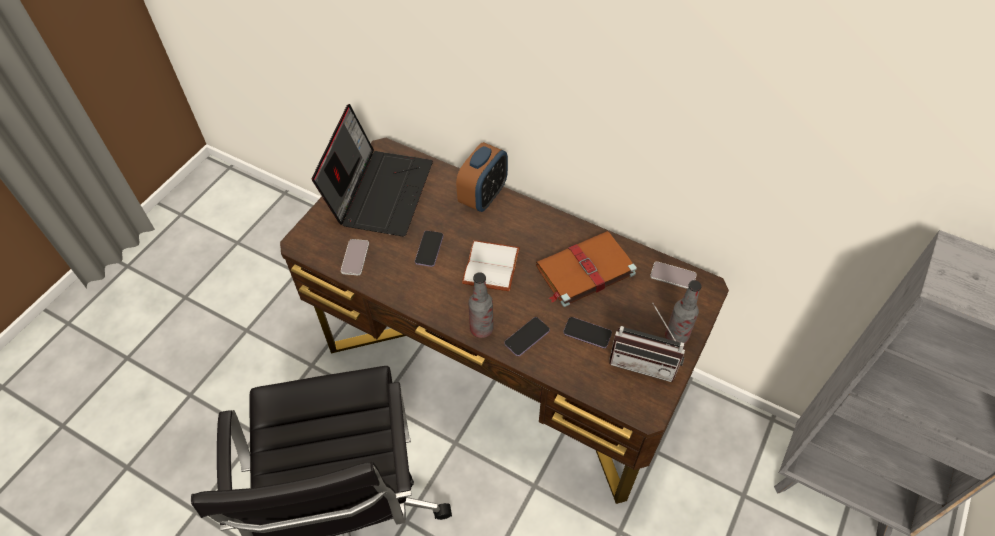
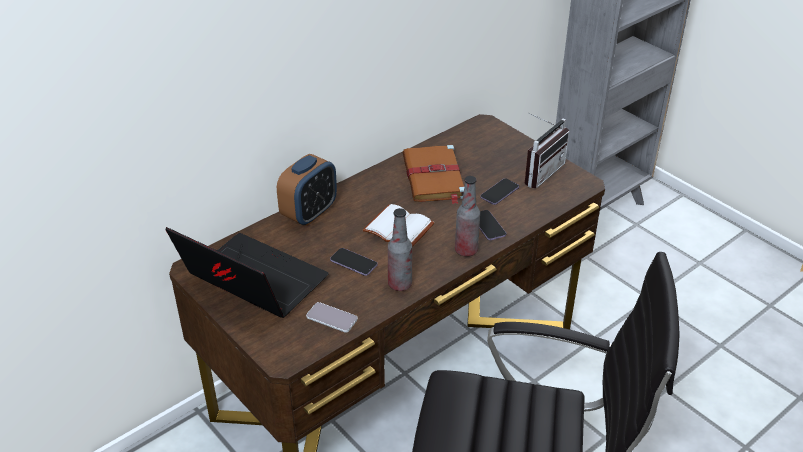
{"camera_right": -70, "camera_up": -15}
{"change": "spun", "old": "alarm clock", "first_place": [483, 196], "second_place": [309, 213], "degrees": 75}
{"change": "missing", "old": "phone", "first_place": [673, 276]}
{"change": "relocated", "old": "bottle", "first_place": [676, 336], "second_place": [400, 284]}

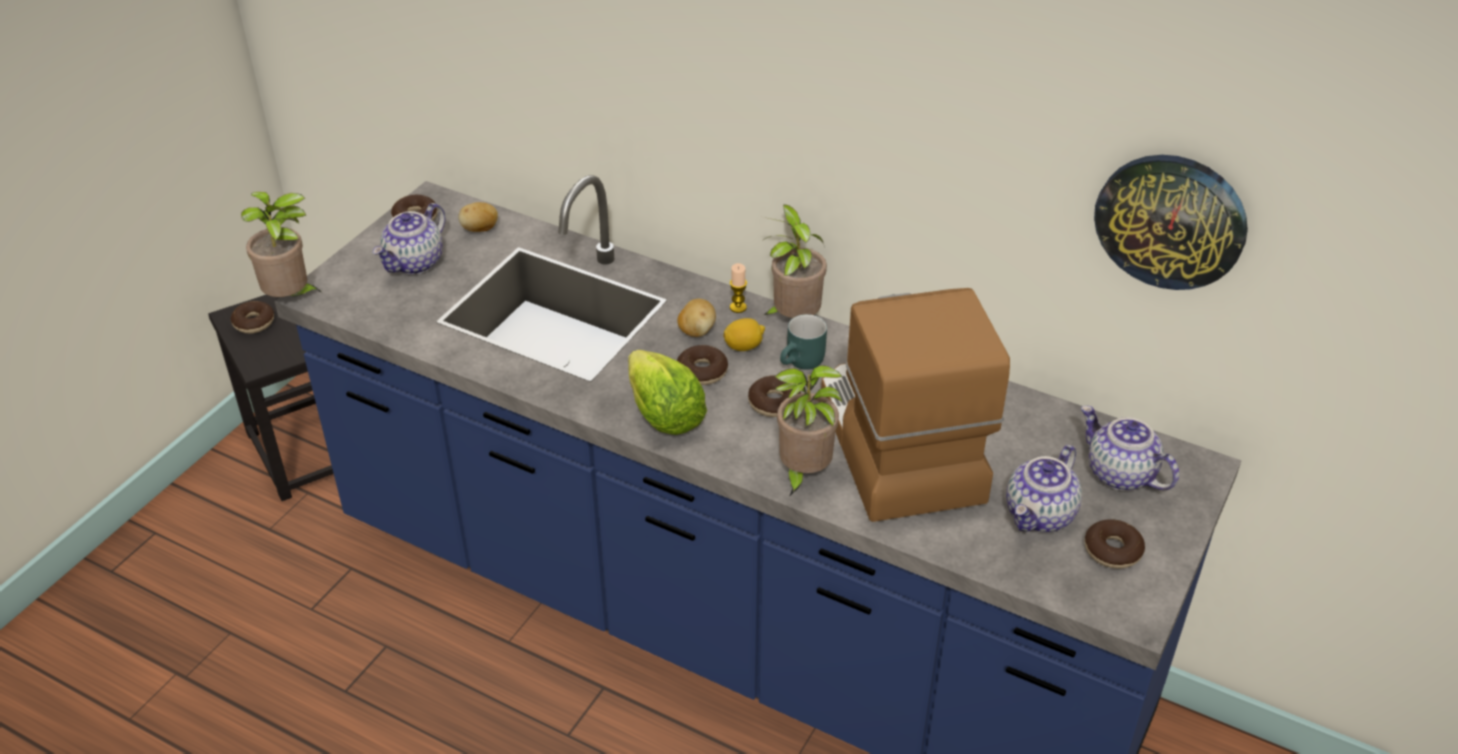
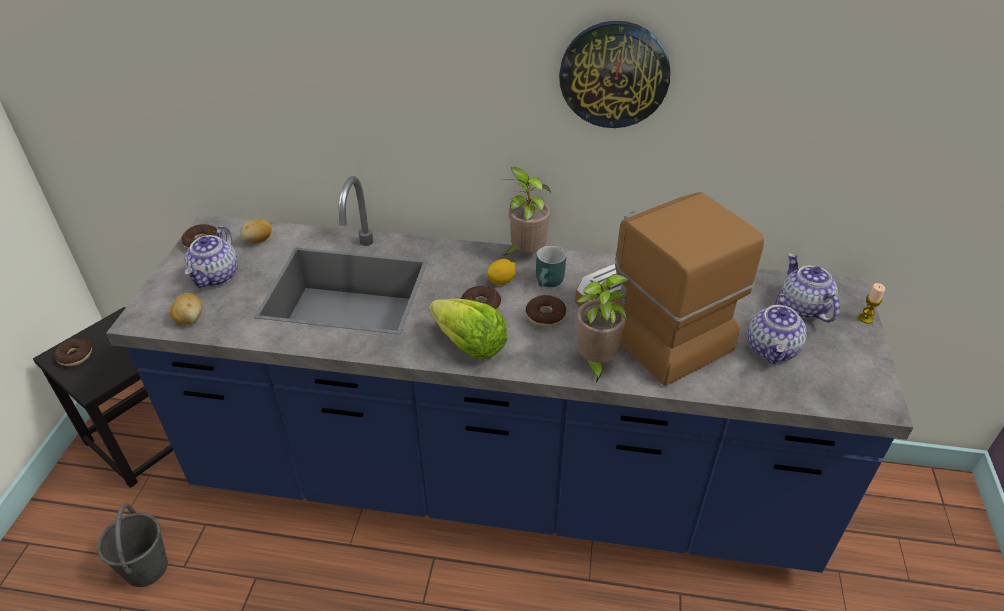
{"camera_right": -20, "camera_up": 0}
{"change": "relocated", "old": "hanging clock", "first_place": [1170, 220], "second_place": [614, 74]}
{"change": "missing", "old": "potted plant", "first_place": [291, 298]}
{"change": "relocated", "old": "candle", "first_place": [738, 307], "second_place": [865, 318]}
{"change": "relocated", "old": "potato", "first_place": [696, 331], "second_place": [190, 319]}
{"change": "spun", "old": "pot for tea", "first_place": [1119, 474], "second_place": [802, 307], "degrees": 45}
{"change": "missing", "old": "doughnut", "first_place": [1112, 551]}
{"change": "appeared", "new": "greyish pail", "second_place": [146, 567]}

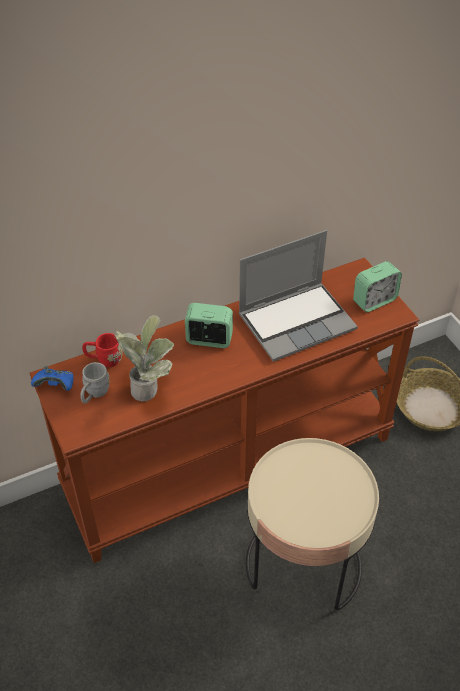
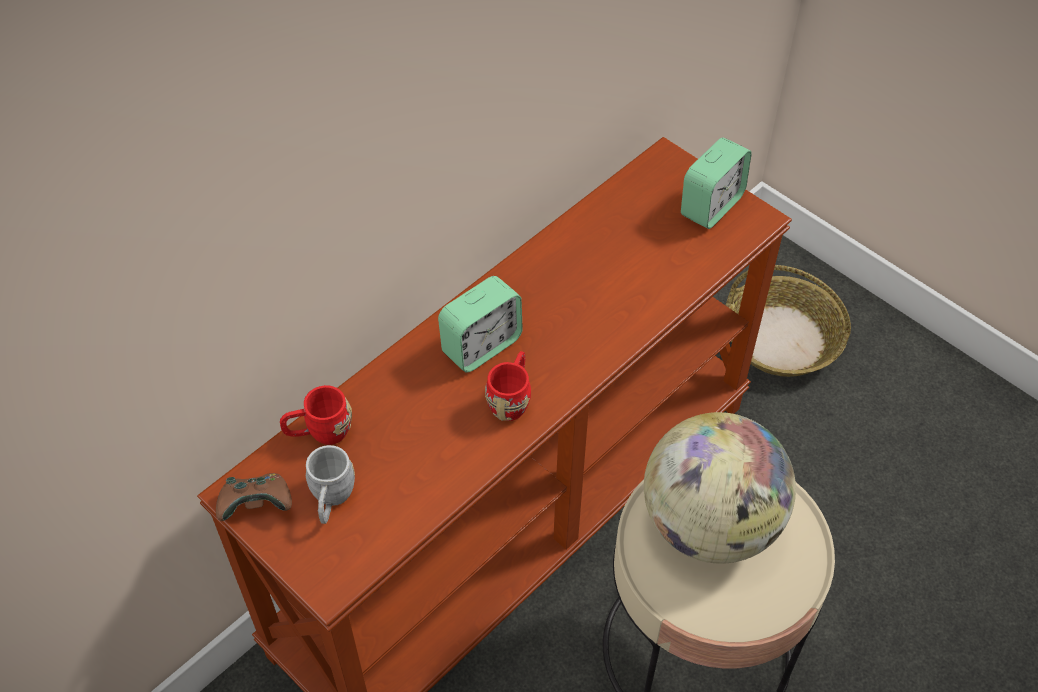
{"camera_right": -20, "camera_up": 5}
{"change": "missing", "old": "laptop", "first_place": [297, 321]}
{"change": "spun", "old": "alarm clock", "first_place": [209, 339], "second_place": [481, 346], "degrees": 150}
{"change": "missing", "old": "potted plant", "first_place": [149, 387]}
{"change": "colour", "old": "blue-coloured joypad", "new": "brown-coloured joypad", "first_place": [56, 386], "second_place": [257, 505]}
{"change": "appeared", "new": "red mug", "second_place": [512, 399]}
{"change": "appeared", "new": "world globe", "second_place": [710, 524]}

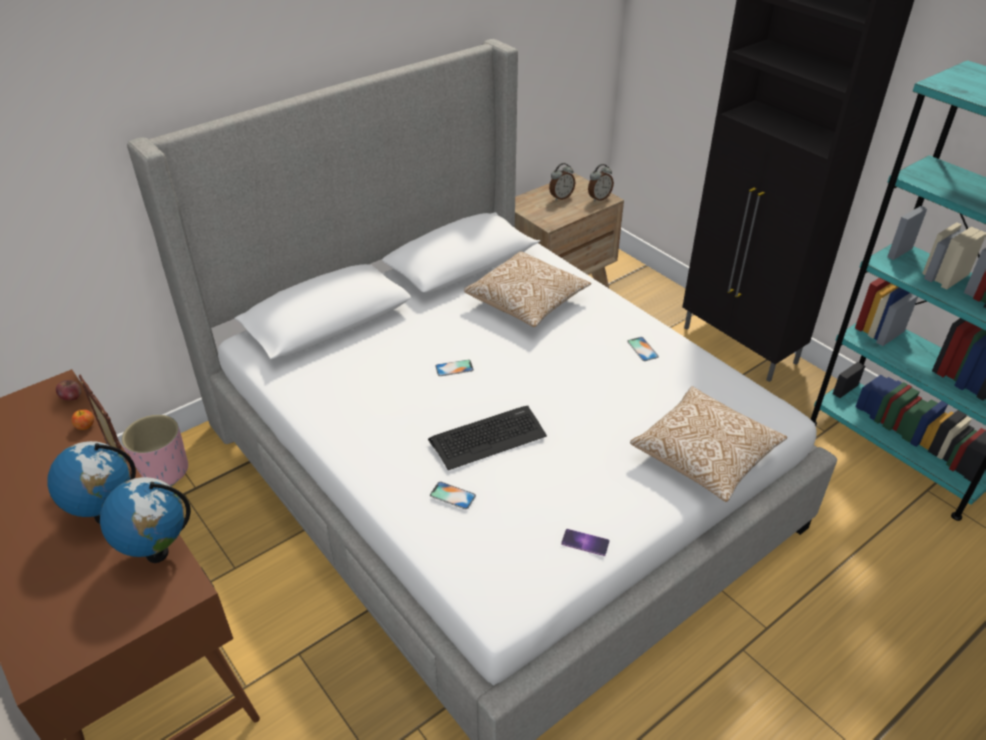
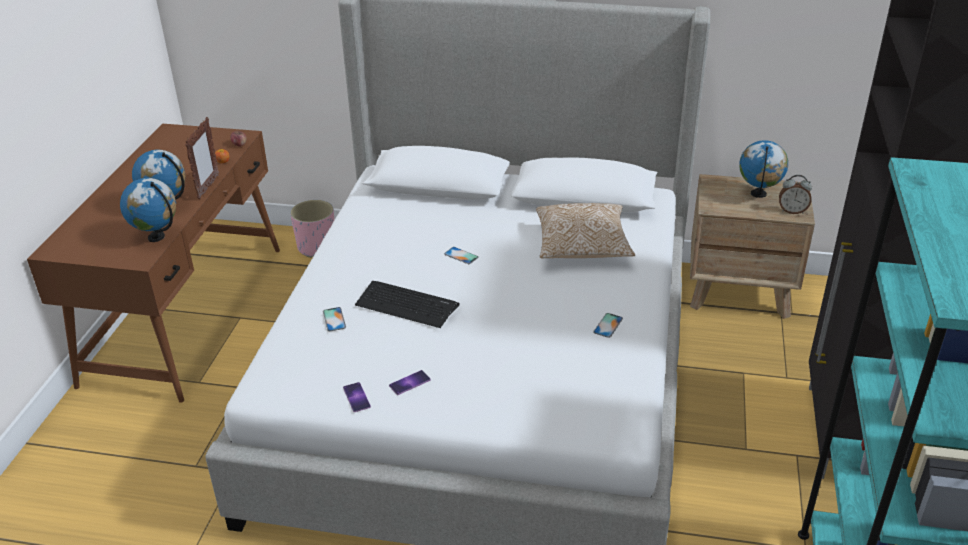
{"camera_right": 50, "camera_up": -5}
{"change": "exchanged", "old": "alarm clock", "new": "world globe", "first_place": [561, 197], "second_place": [758, 194]}
{"change": "missing", "old": "cushion", "first_place": [704, 457]}
{"change": "appeared", "new": "phone", "second_place": [409, 382]}

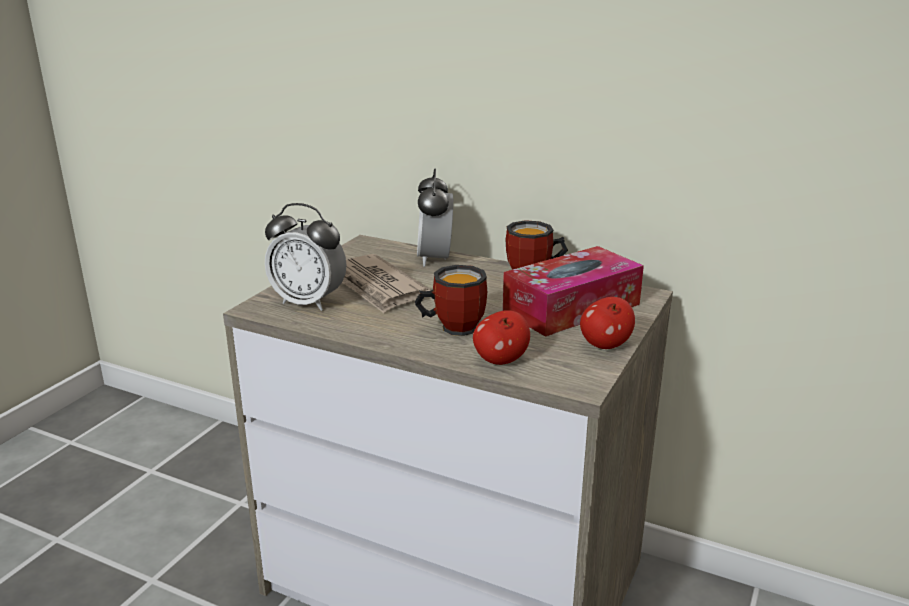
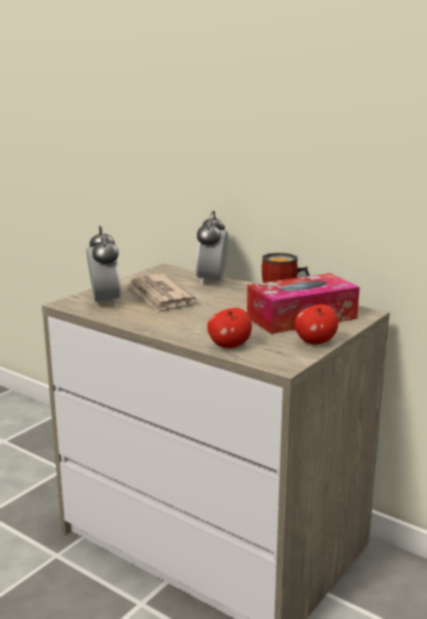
{"camera_right": 10, "camera_up": -5}
{"change": "spun", "old": "alarm clock", "first_place": [308, 302], "second_place": [105, 302], "degrees": -135}
{"change": "missing", "old": "mug", "first_place": [452, 327]}

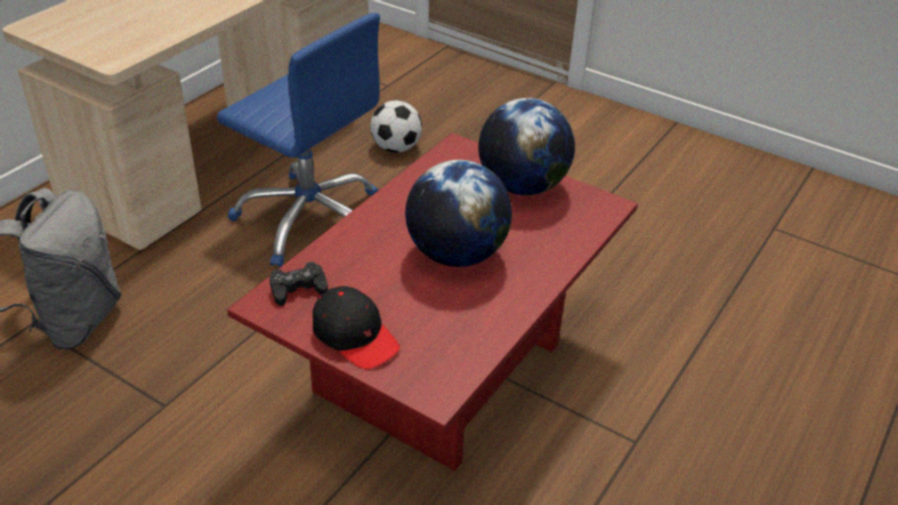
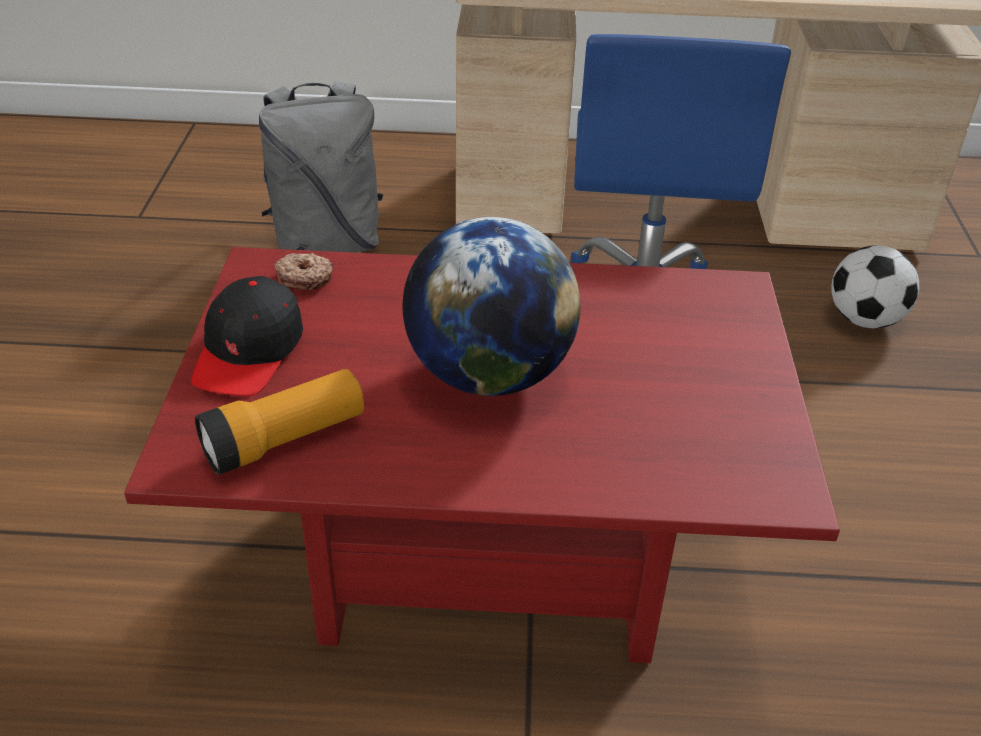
{"camera_right": 60, "camera_up": 0}
{"change": "missing", "old": "world globe", "first_place": [522, 186]}
{"change": "exchanged", "old": "black-coloured joypad", "new": "doughnut", "first_place": [298, 289], "second_place": [305, 278]}
{"change": "appeared", "new": "hand torch", "second_place": [285, 440]}

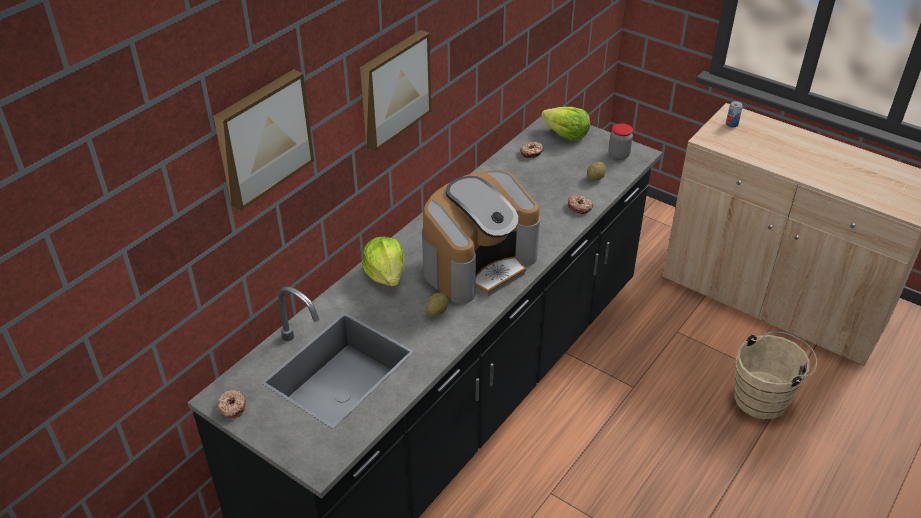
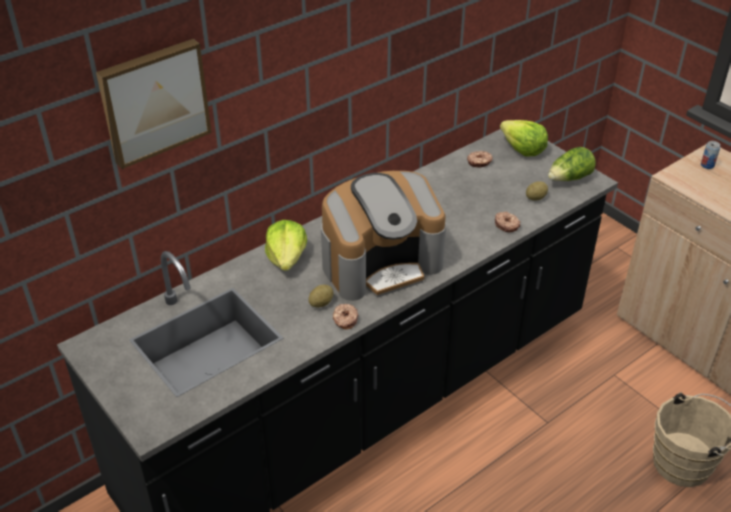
{"camera_right": 15, "camera_up": 0}
{"change": "missing", "old": "picture", "first_place": [393, 89]}
{"change": "exchanged", "old": "storage jar", "new": "head of lettuce", "first_place": [618, 155], "second_place": [569, 178]}
{"change": "relocated", "old": "doughnut", "first_place": [232, 407], "second_place": [345, 319]}

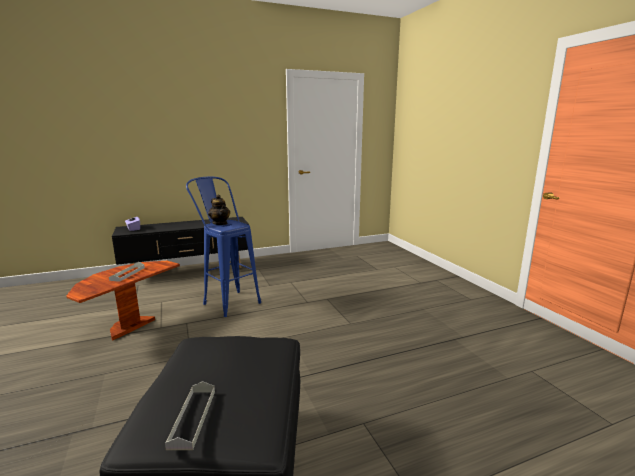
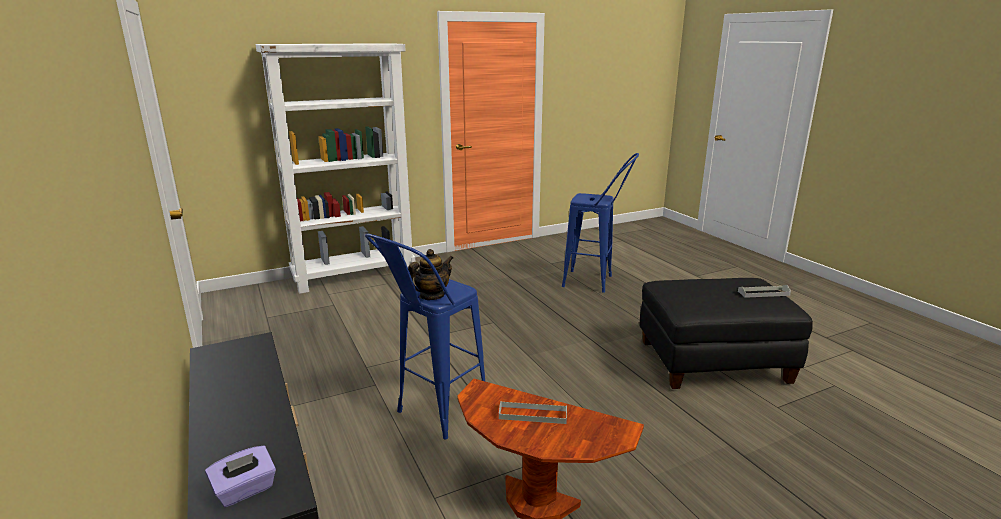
{"camera_right": -95, "camera_up": 5}
{"change": "appeared", "new": "white bookcase", "second_place": [355, 276]}
{"change": "appeared", "new": "blue-coloured sitting stool", "second_place": [596, 282]}

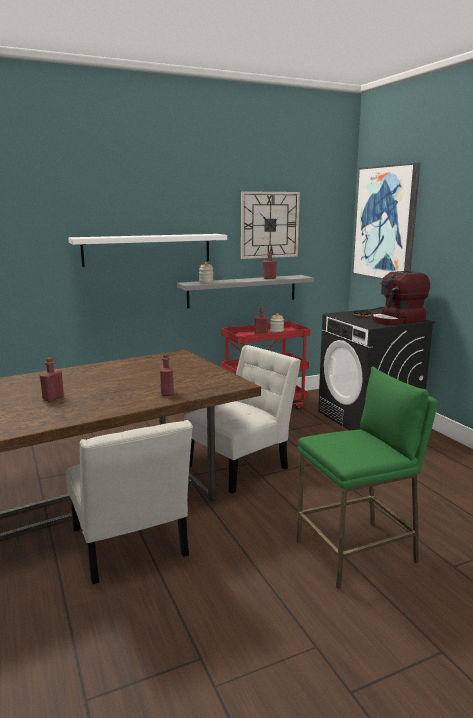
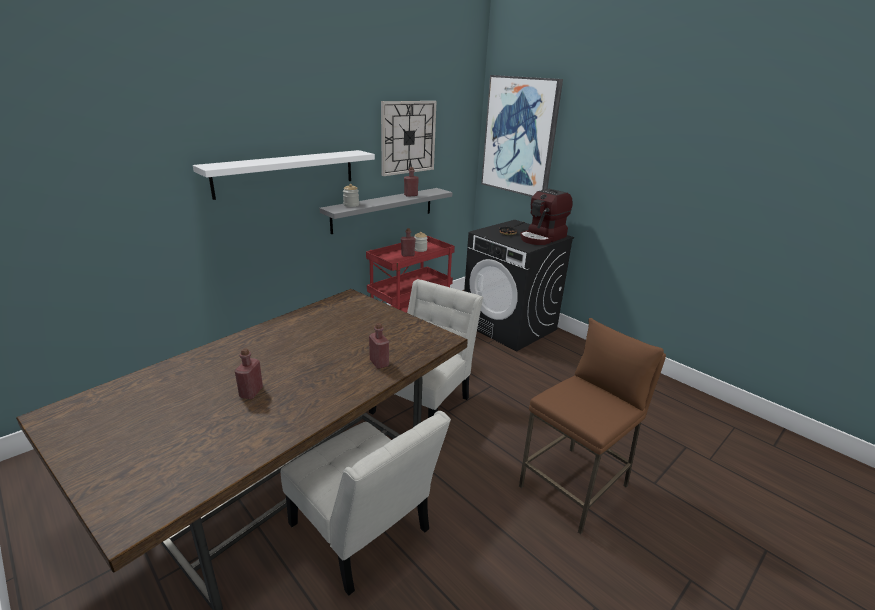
{"camera_right": -20, "camera_up": 10}
{"change": "colour", "old": "greenish sitting stool", "new": "brown-coloured sitting stool", "first_place": [357, 552], "second_place": [574, 486]}

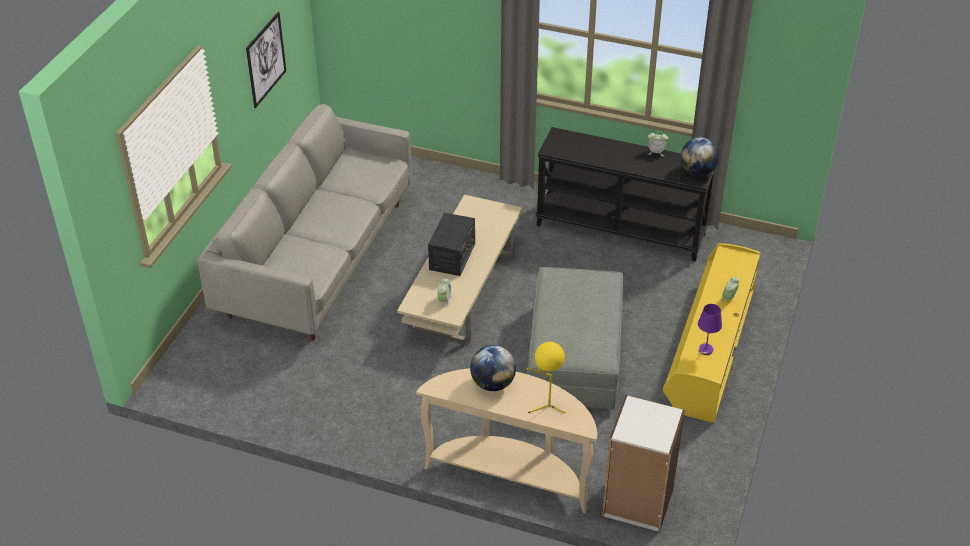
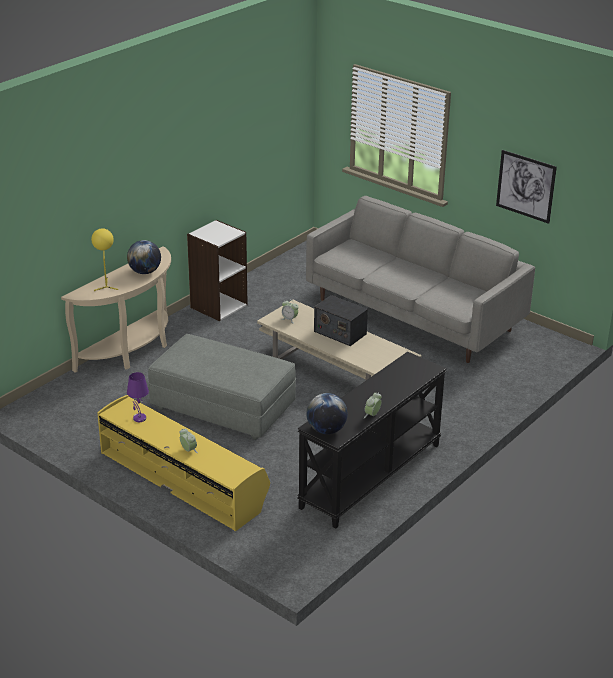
{"camera_right": 110, "camera_up": -10}
{"change": "relocated", "old": "white bookcase", "first_place": [637, 503], "second_place": [218, 306]}

